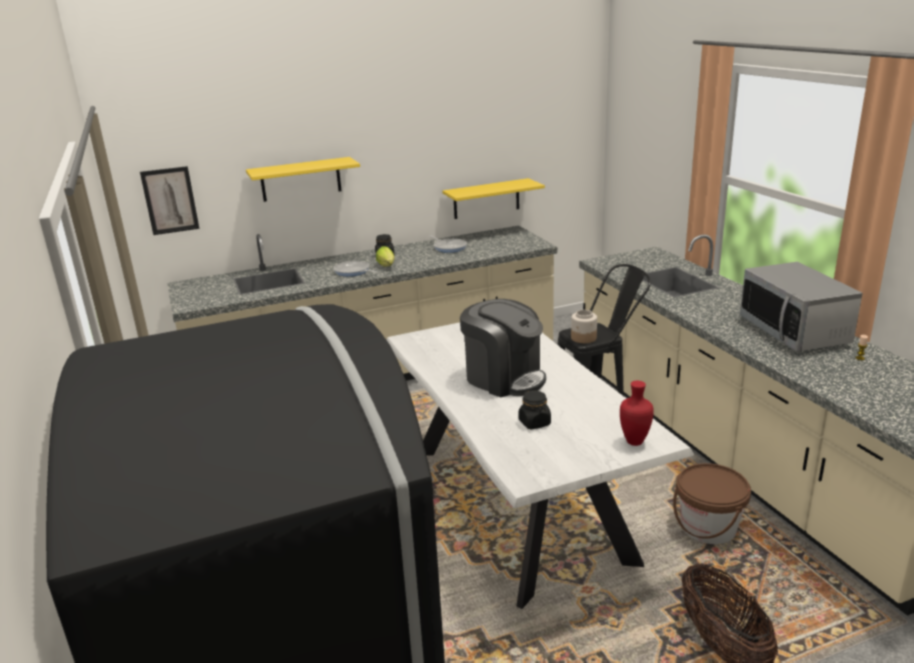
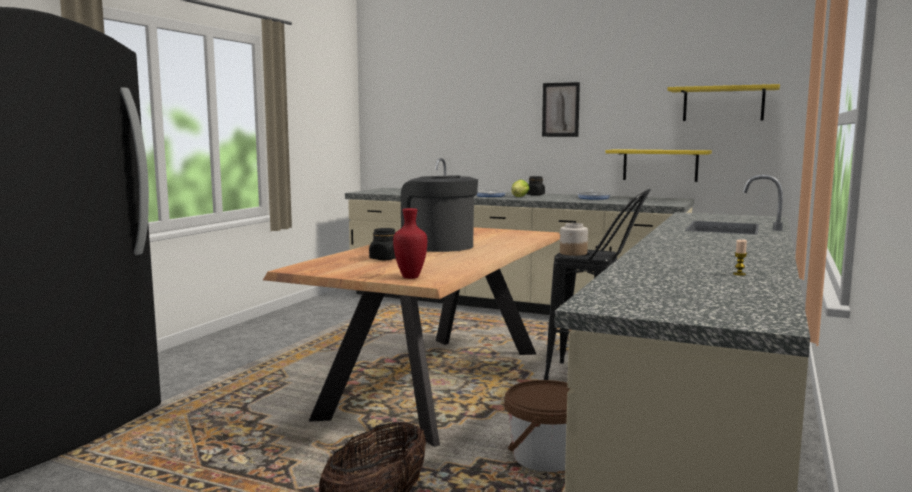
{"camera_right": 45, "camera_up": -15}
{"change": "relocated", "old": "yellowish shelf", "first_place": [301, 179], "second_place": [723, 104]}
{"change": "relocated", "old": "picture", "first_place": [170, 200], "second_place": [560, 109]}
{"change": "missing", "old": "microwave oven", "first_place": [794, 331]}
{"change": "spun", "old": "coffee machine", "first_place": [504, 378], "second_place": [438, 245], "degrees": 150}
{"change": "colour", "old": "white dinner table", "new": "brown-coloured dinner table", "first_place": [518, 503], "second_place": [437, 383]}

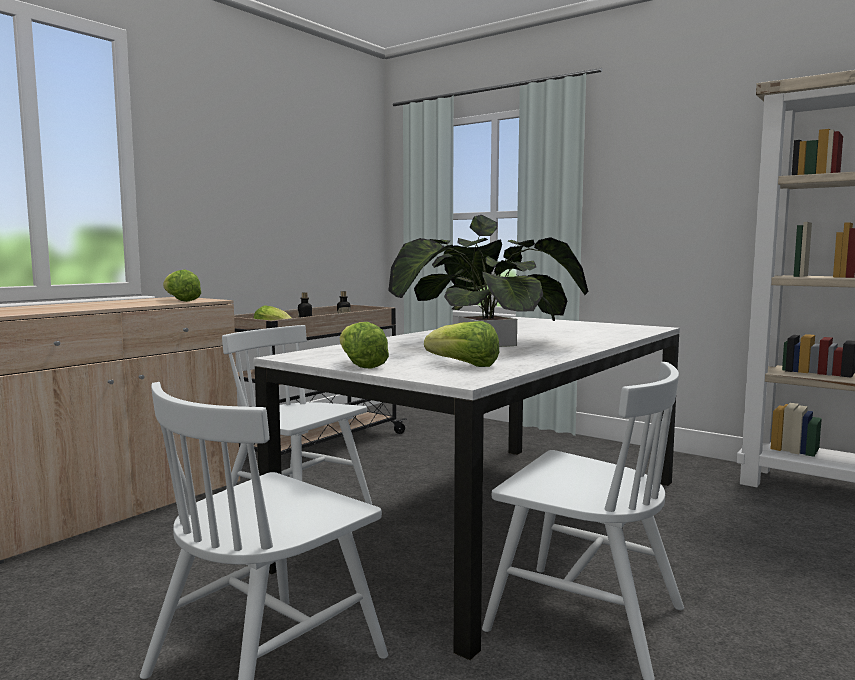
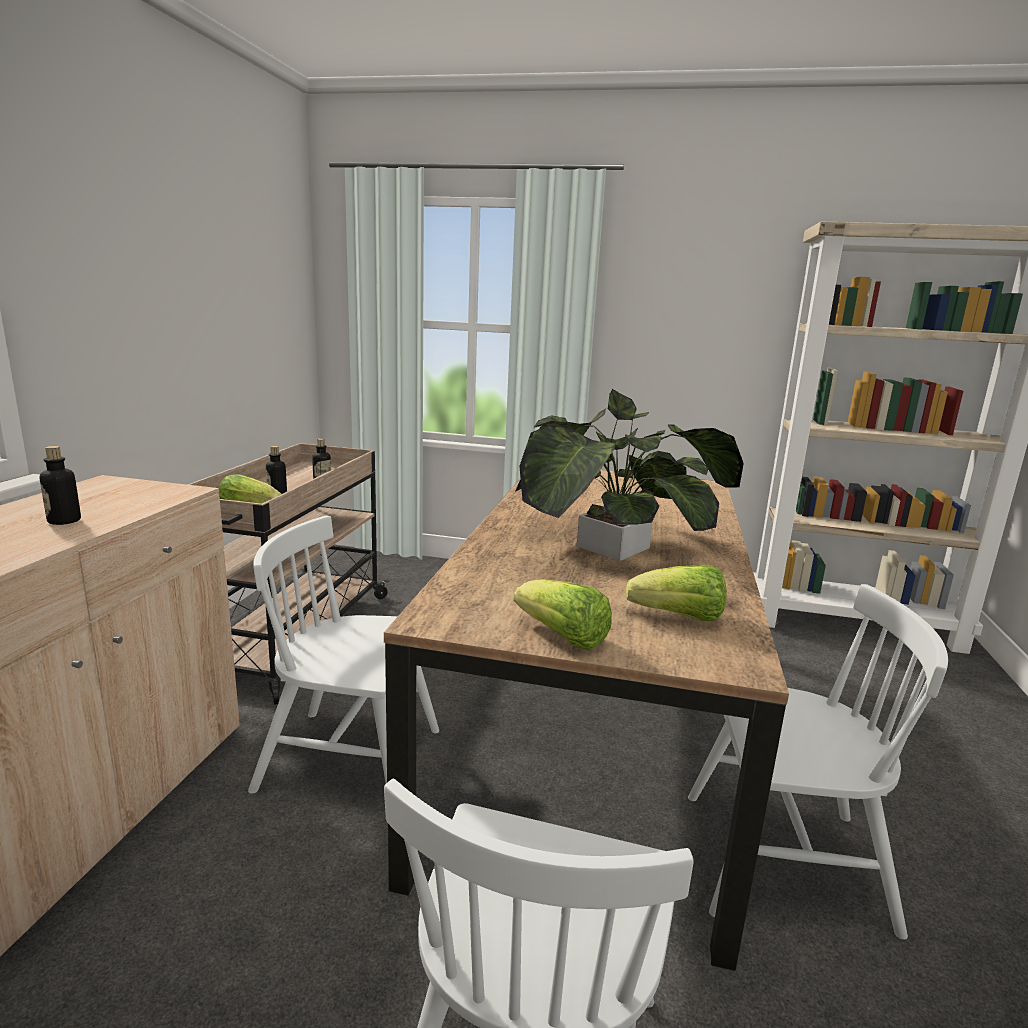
{"camera_right": -25, "camera_up": 10}
{"change": "missing", "old": "head of lettuce", "first_place": [180, 301]}
{"change": "colour", "old": "white dinner table", "new": "brown-coloured dinner table", "first_place": [499, 518], "second_place": [591, 723]}
{"change": "appeared", "new": "bottle", "second_place": [64, 521]}

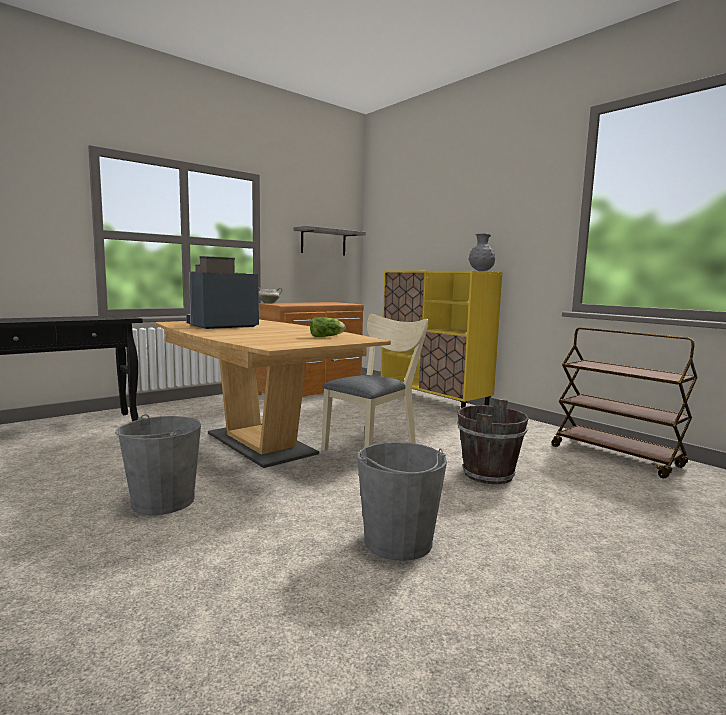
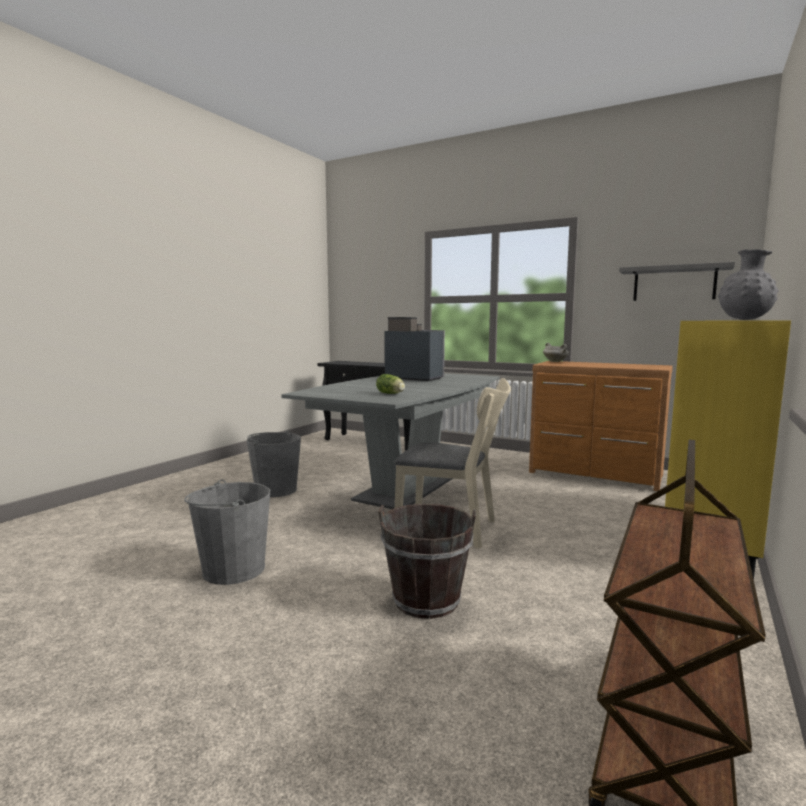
{"camera_right": 70, "camera_up": 0}
{"change": "colour", "old": "brown-coloured dinner table", "new": "greyish dinner table", "first_place": [260, 444], "second_place": [406, 489]}

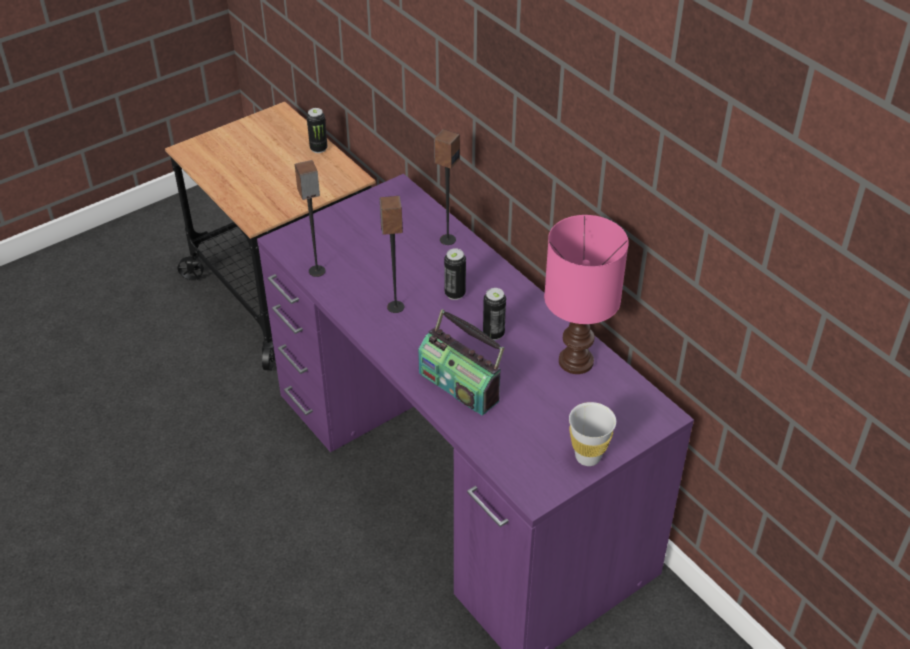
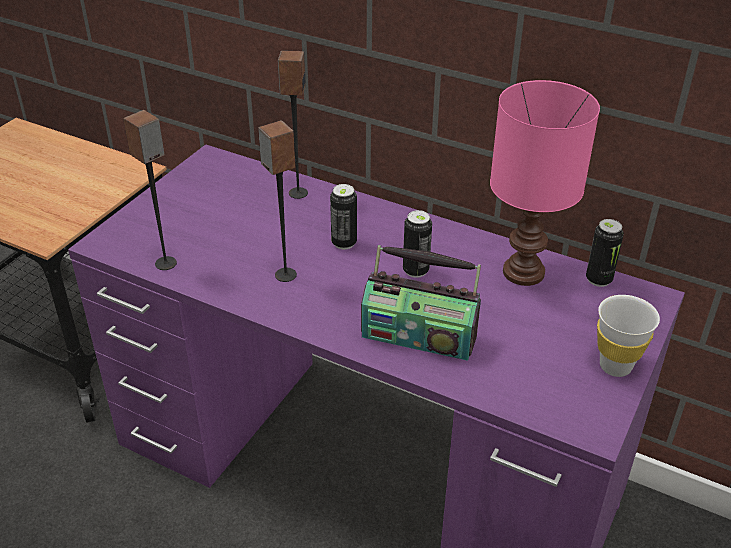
{"camera_right": -25, "camera_up": -5}
{"change": "relocated", "old": "sealed can", "first_place": [318, 149], "second_place": [598, 279]}

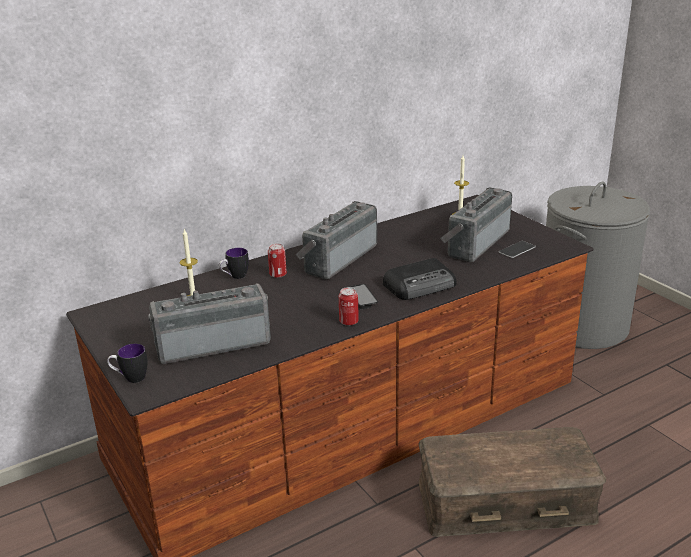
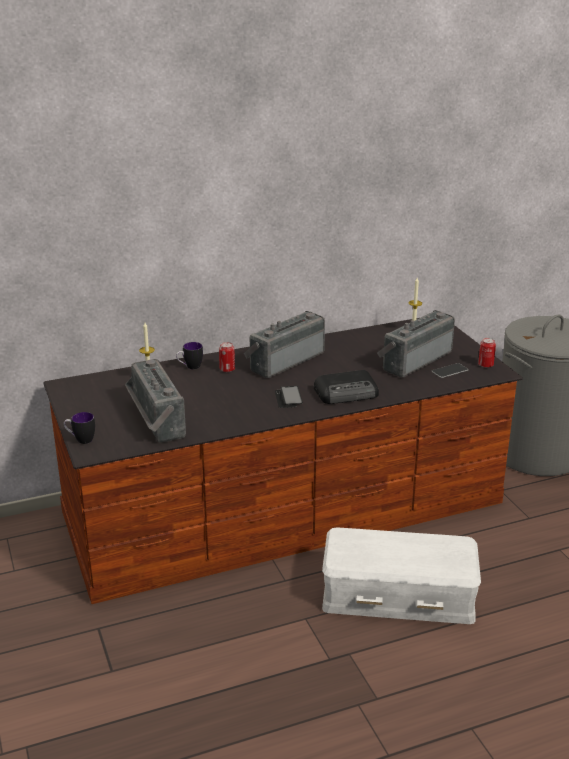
{"camera_right": 10, "camera_up": 0}
{"change": "spun", "old": "radio receiver", "first_place": [213, 343], "second_place": [153, 420], "degrees": -105}
{"change": "relocated", "old": "sealed can", "first_place": [348, 322], "second_place": [485, 365]}
{"change": "colour", "old": "brown-coloured storage container", "new": "white storage container", "first_place": [505, 499], "second_place": [398, 592]}

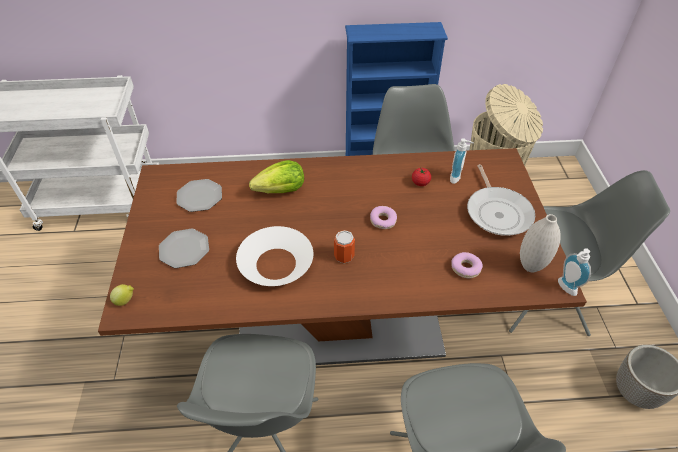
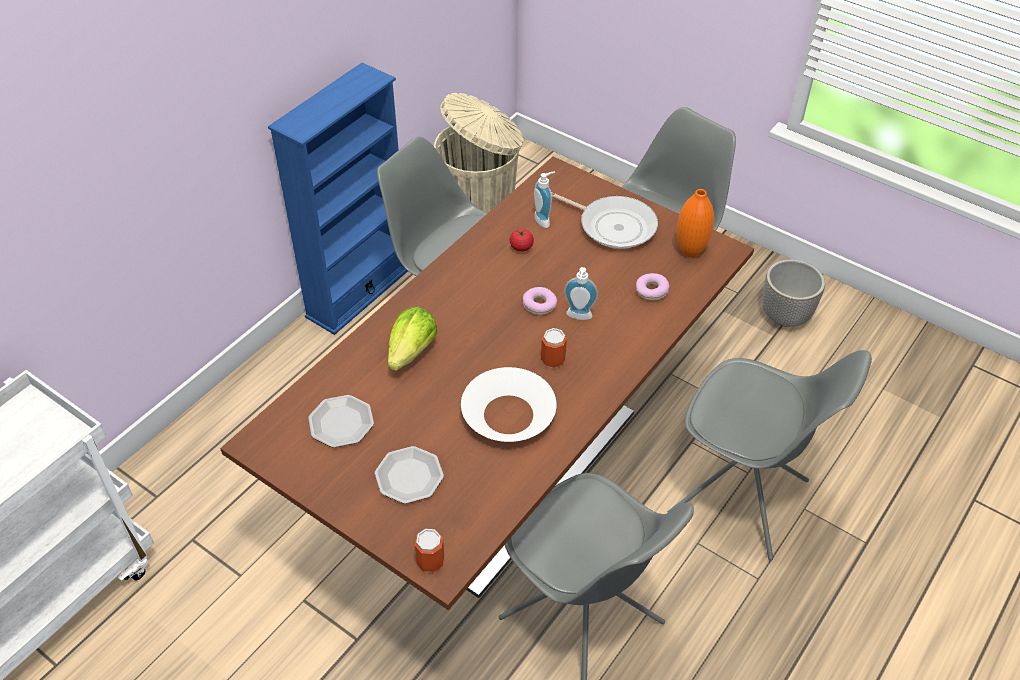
{"camera_right": -50, "camera_up": 0}
{"change": "colour", "old": "white decorative vase", "new": "orangey decorative vase", "first_place": [530, 266], "second_place": [690, 251]}
{"change": "relocated", "old": "liquid soap bottle", "first_place": [565, 288], "second_place": [578, 317]}
{"change": "exchanged", "old": "whole lemon", "new": "sealed can", "first_place": [125, 300], "second_place": [430, 561]}

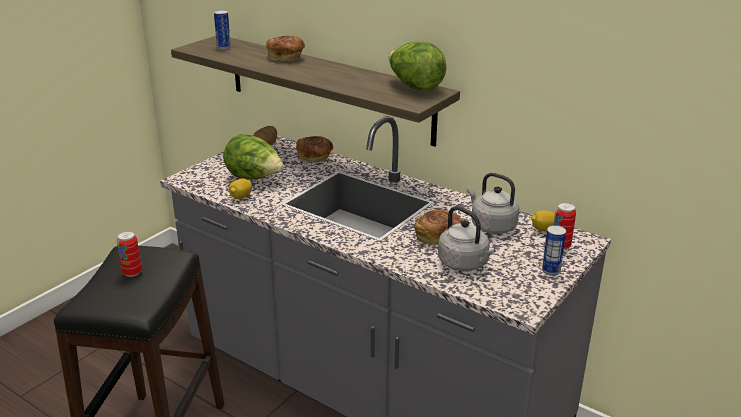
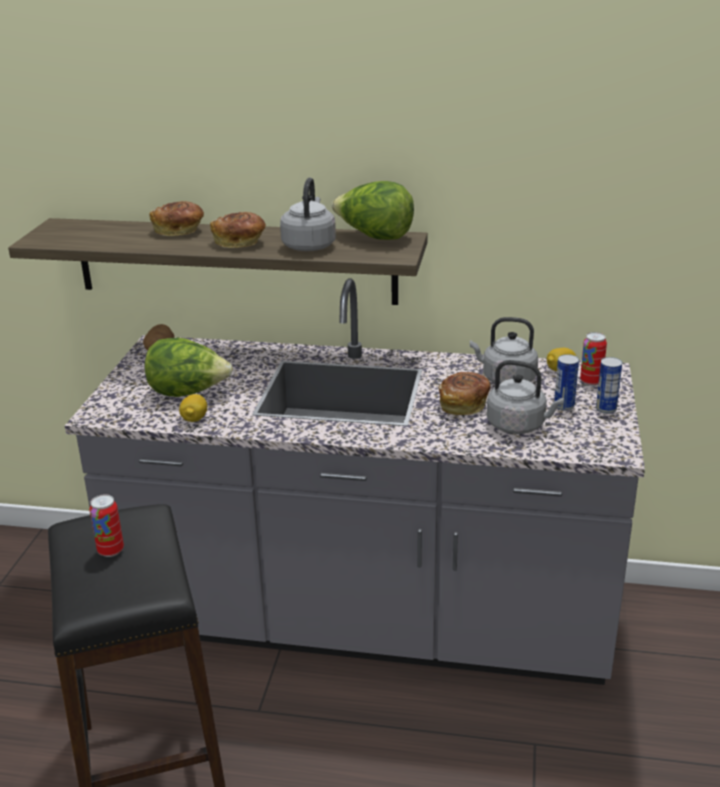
{"camera_right": -25, "camera_up": 0}
{"change": "relocated", "old": "sealed can", "first_place": [224, 47], "second_place": [564, 406]}
{"change": "relocated", "old": "bread", "first_place": [315, 158], "second_place": [240, 243]}
{"change": "appeared", "new": "greyish tea kettle", "second_place": [309, 245]}

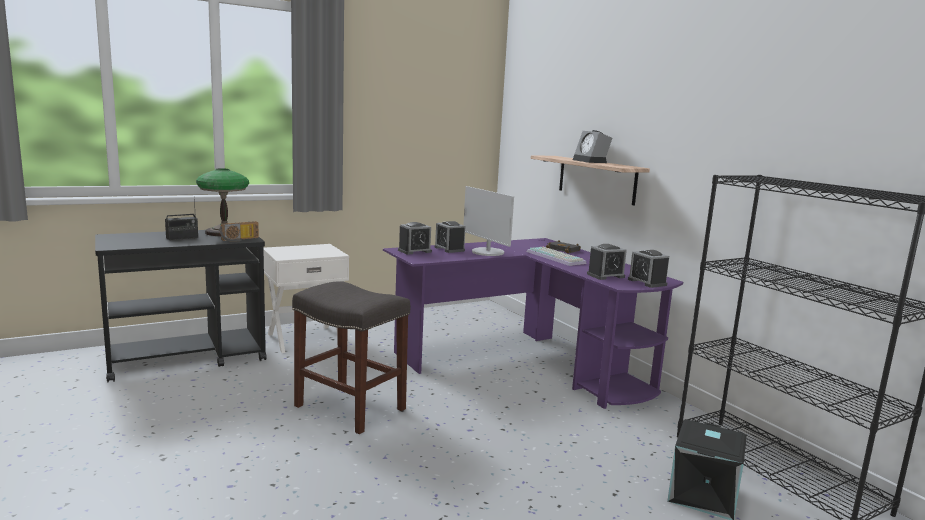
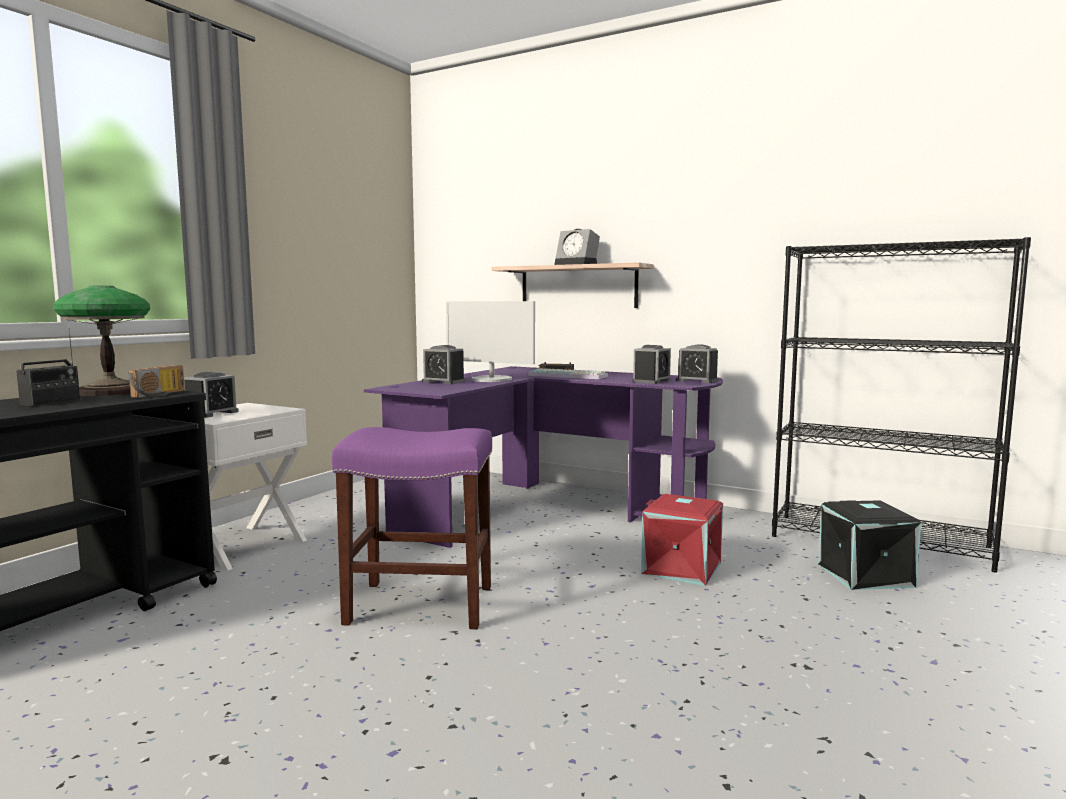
{"camera_right": -30, "camera_up": -5}
{"change": "relocated", "old": "alarm clock", "first_place": [414, 251], "second_place": [212, 413]}
{"change": "colour", "old": "greyish sitting stool", "new": "purplish sitting stool", "first_place": [348, 407], "second_place": [418, 605]}
{"change": "appeared", "new": "red storage container", "second_place": [682, 568]}

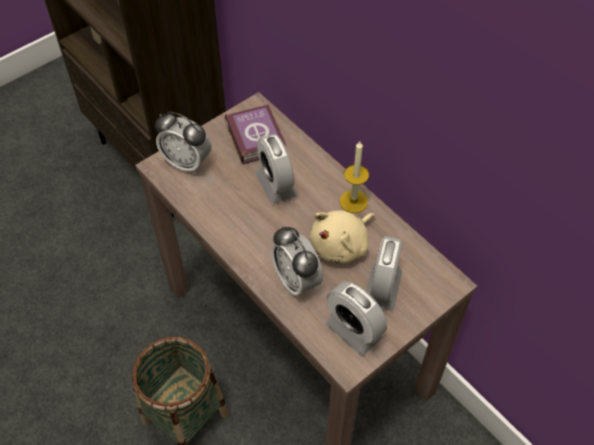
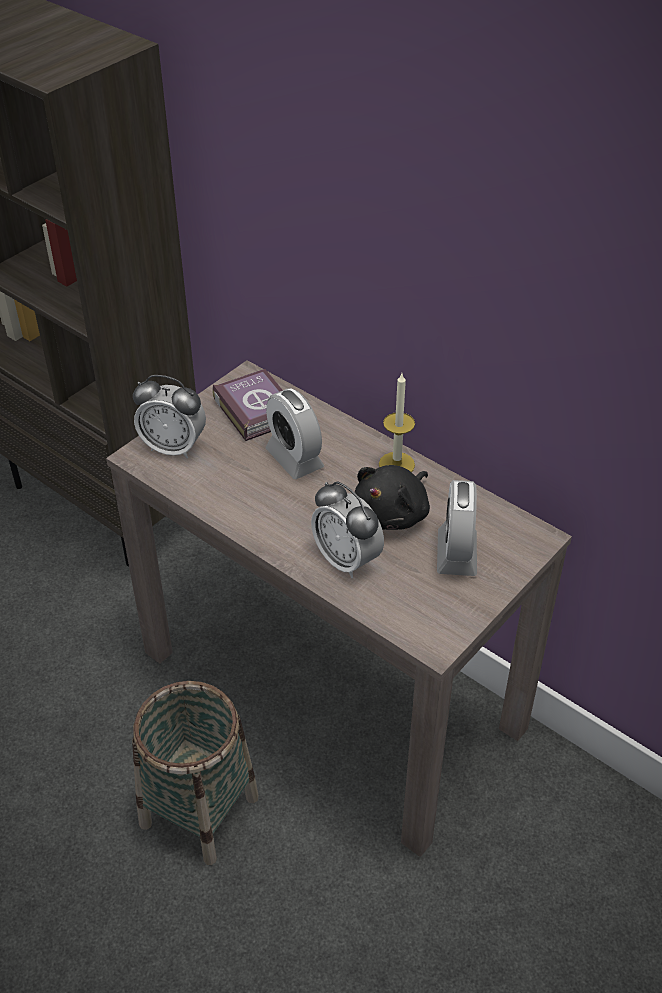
{"camera_right": -10, "camera_up": -10}
{"change": "colour", "old": "sand-coloured plush toy", "new": "black-coloured plush toy", "first_place": [341, 245], "second_place": [394, 514]}
{"change": "missing", "old": "alarm clock", "first_place": [354, 331]}

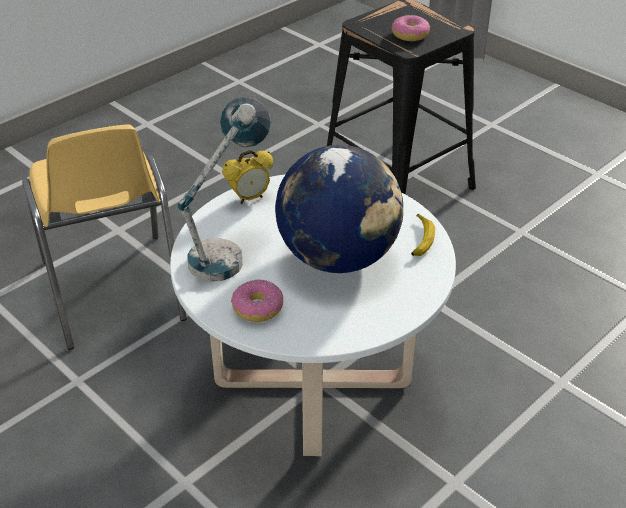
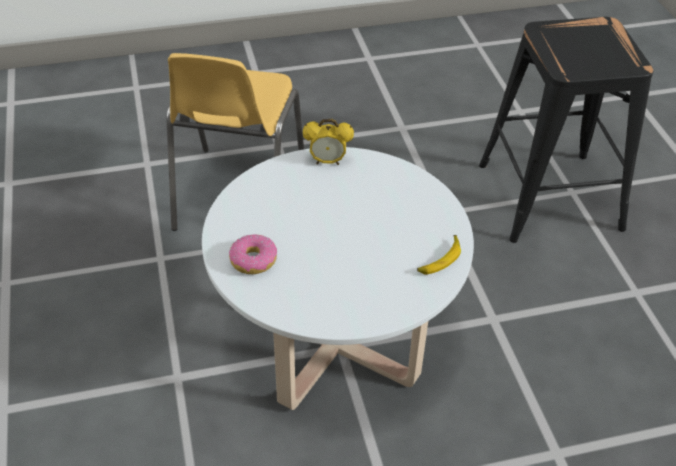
{"camera_right": 30, "camera_up": 5}
{"change": "missing", "old": "doughnut", "first_place": [410, 35]}
{"change": "missing", "old": "lamp for a table", "first_place": [229, 249]}
{"change": "missing", "old": "world globe", "first_place": [338, 258]}

